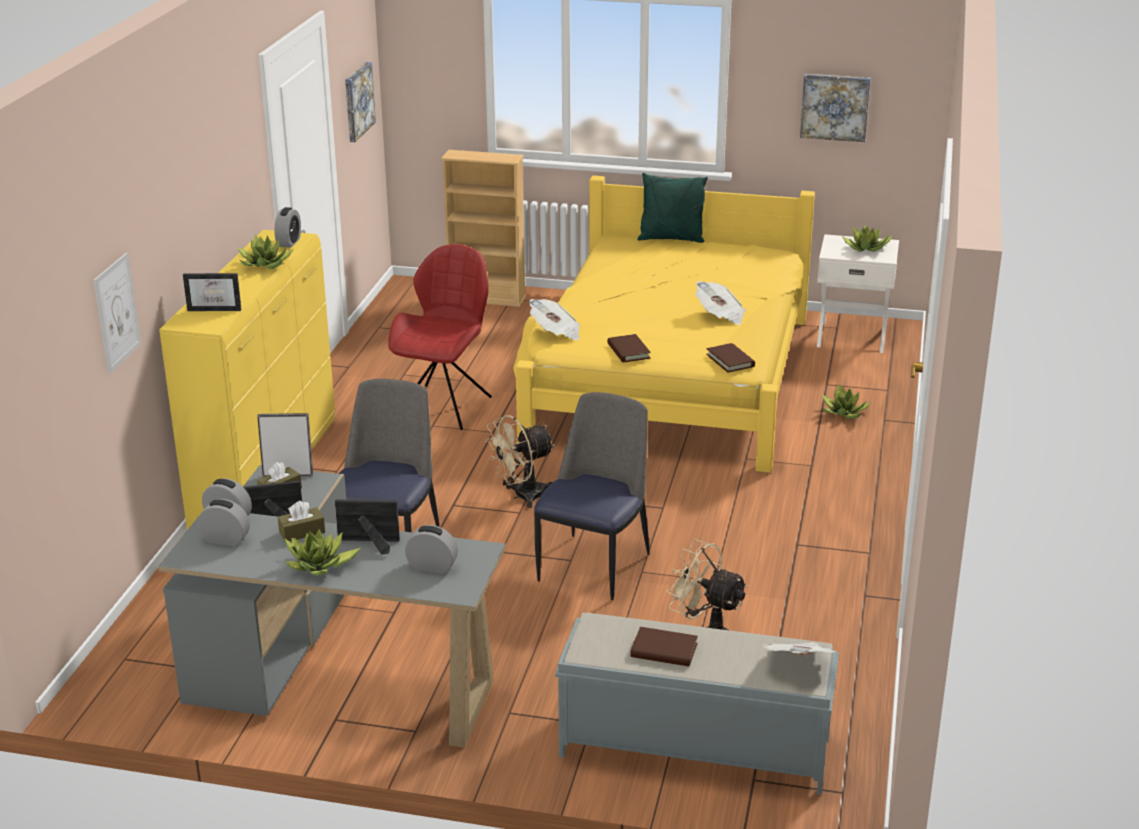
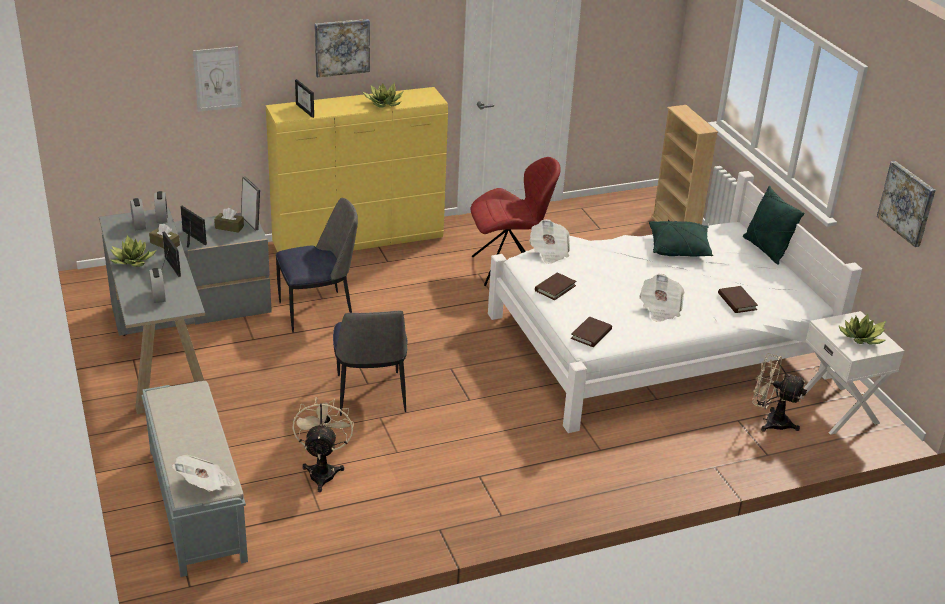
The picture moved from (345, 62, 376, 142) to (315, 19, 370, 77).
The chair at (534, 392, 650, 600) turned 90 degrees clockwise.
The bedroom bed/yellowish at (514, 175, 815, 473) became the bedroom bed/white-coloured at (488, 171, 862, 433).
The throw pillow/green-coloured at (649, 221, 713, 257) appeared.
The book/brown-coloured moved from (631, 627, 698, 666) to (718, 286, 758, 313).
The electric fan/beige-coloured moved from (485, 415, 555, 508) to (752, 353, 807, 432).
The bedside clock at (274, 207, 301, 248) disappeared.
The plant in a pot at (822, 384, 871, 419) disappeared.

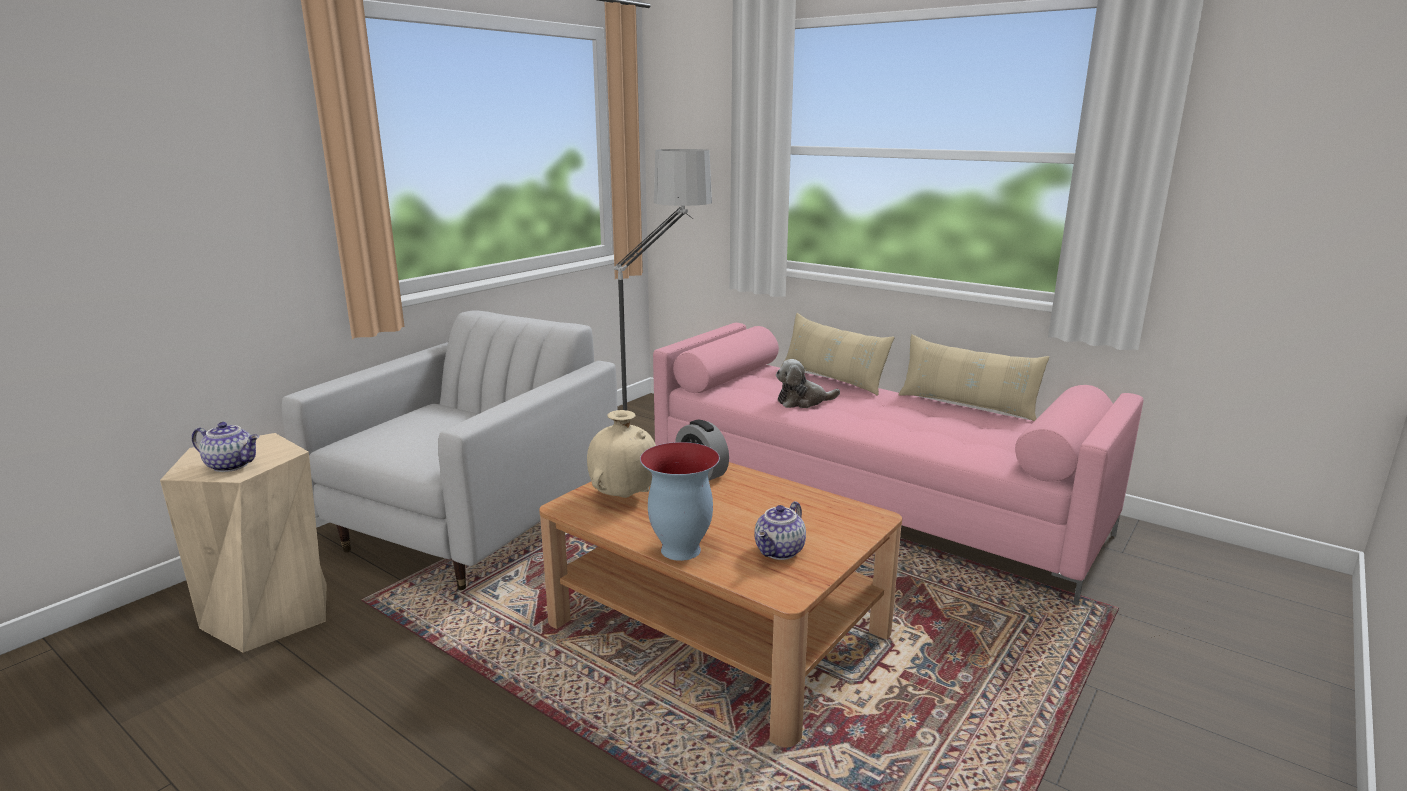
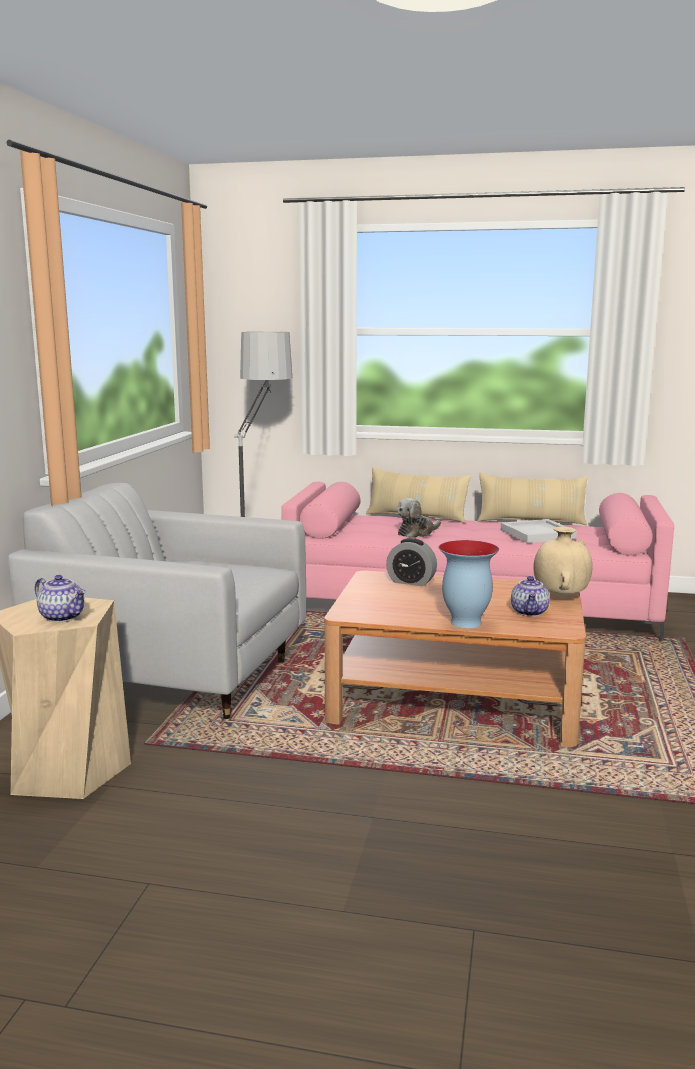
The easy chair/white-coloured at (282, 310, 618, 590) turned 75 degrees counterclockwise.
The teapot at (192, 422, 259, 472) turned 45 degrees clockwise.
The tray/white-coloured at (501, 519, 577, 543) appeared.
The vase/beige-coloured moved from (587, 410, 656, 498) to (534, 527, 593, 598).

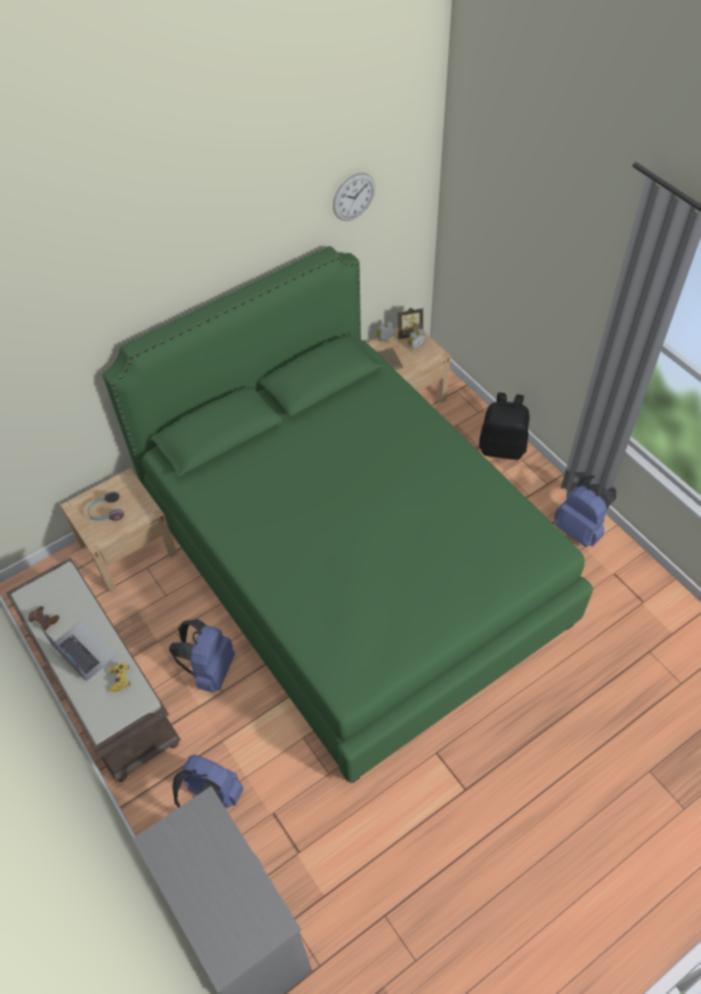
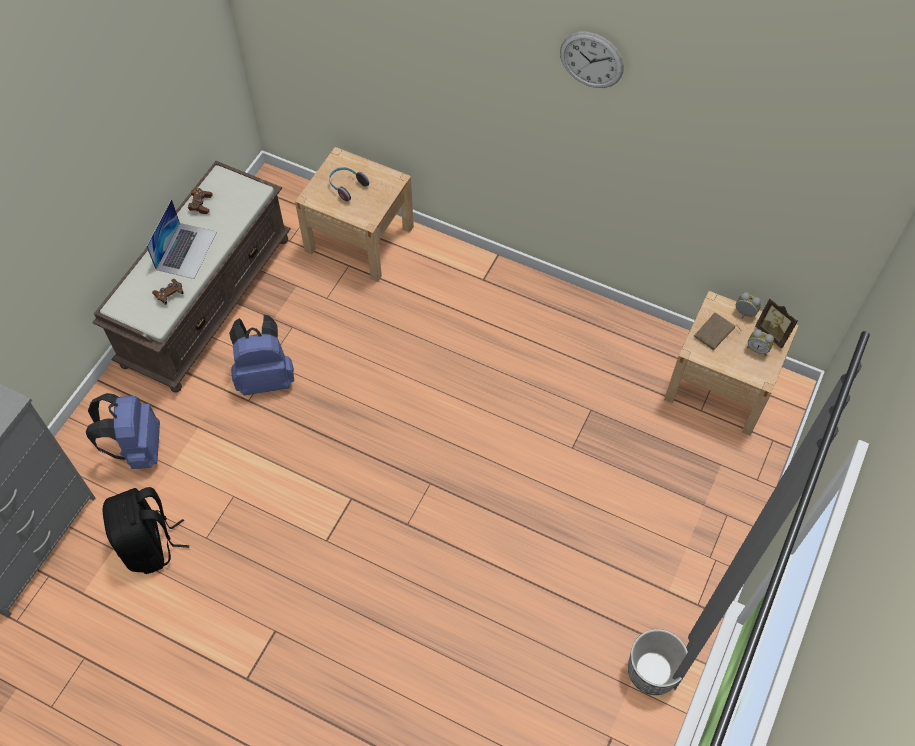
The rucksack/black-coloured moved from (479, 392, 529, 460) to (103, 487, 189, 574).
The gamepad/yellowish at (109, 663, 130, 692) became the gamepad/brown-coloured at (152, 279, 184, 305).
The clock on the wall moved from (333, 173, 375, 221) to (560, 32, 624, 88).
The rucksack/blue-coloured at (554, 476, 616, 547) was replaced by the planter at (628, 629, 688, 695).
The bedroom bed/green-coloured at (102, 246, 593, 783) disappeared.

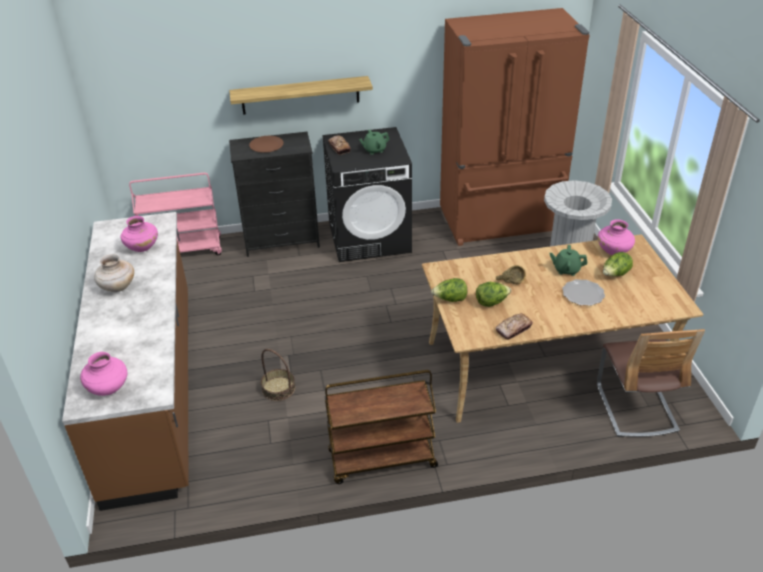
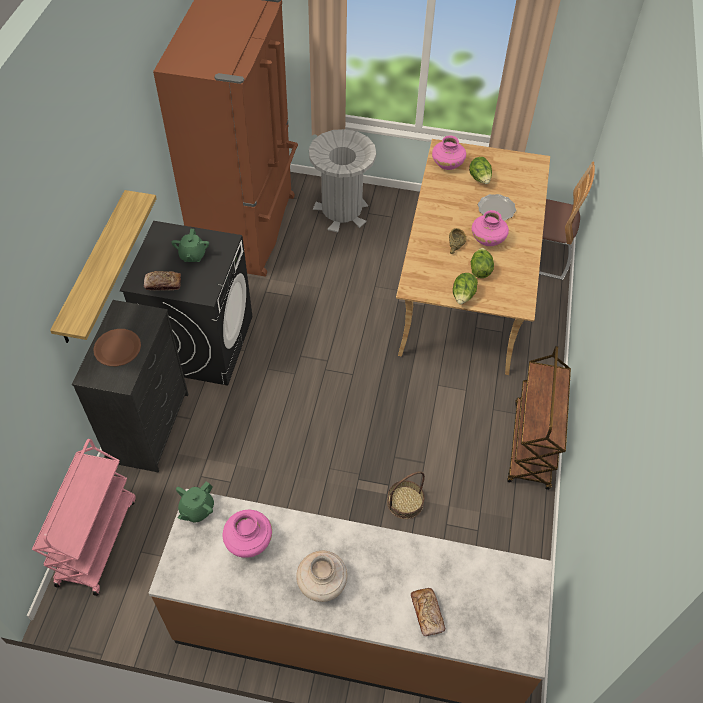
The teapot/green-coloured moved from (550, 245, 587, 276) to (176, 481, 214, 522).
The bread moved from (496, 313, 533, 340) to (411, 588, 445, 636).
The vase/pink-coloured moved from (80, 352, 127, 396) to (472, 210, 509, 246).

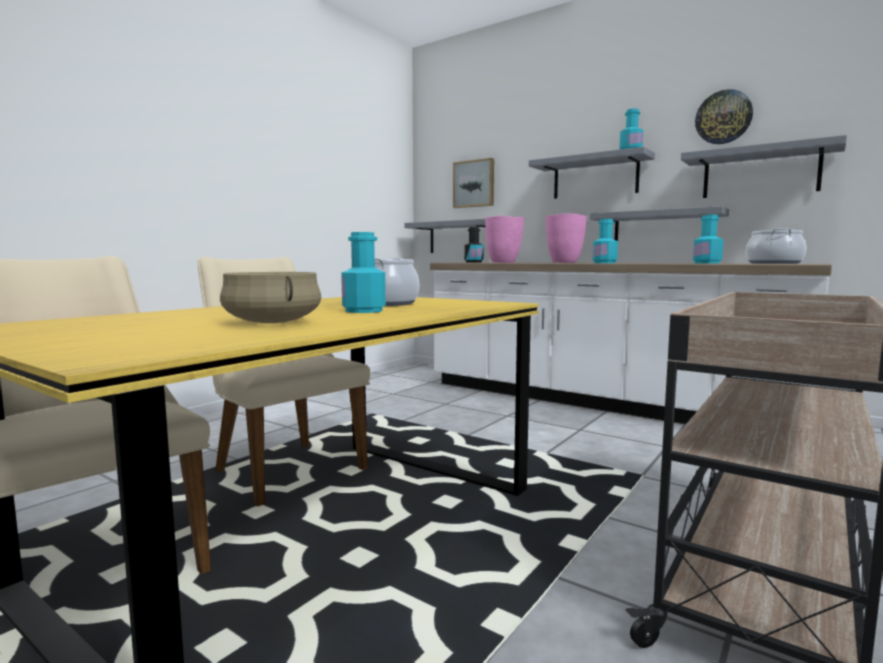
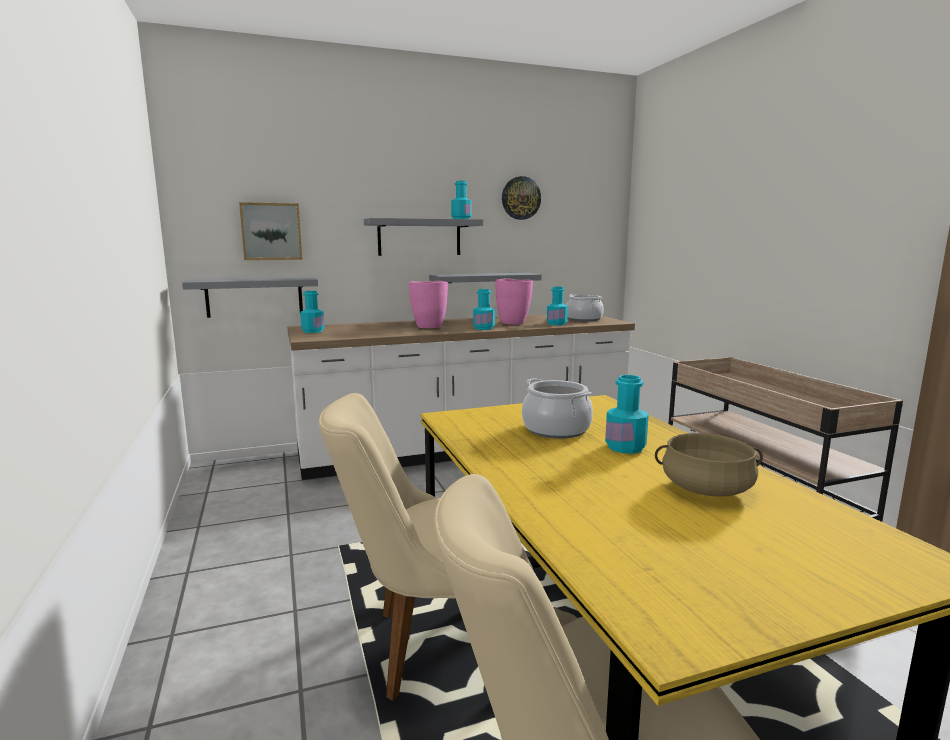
The drink bottle/black-coloured at (464, 227, 484, 262) became the drink bottle/turquoise at (300, 291, 324, 333).
The vase/pink-coloured moved from (485, 216, 524, 263) to (496, 279, 533, 325).
The wall shelf/grey at (681, 135, 847, 198) disappeared.

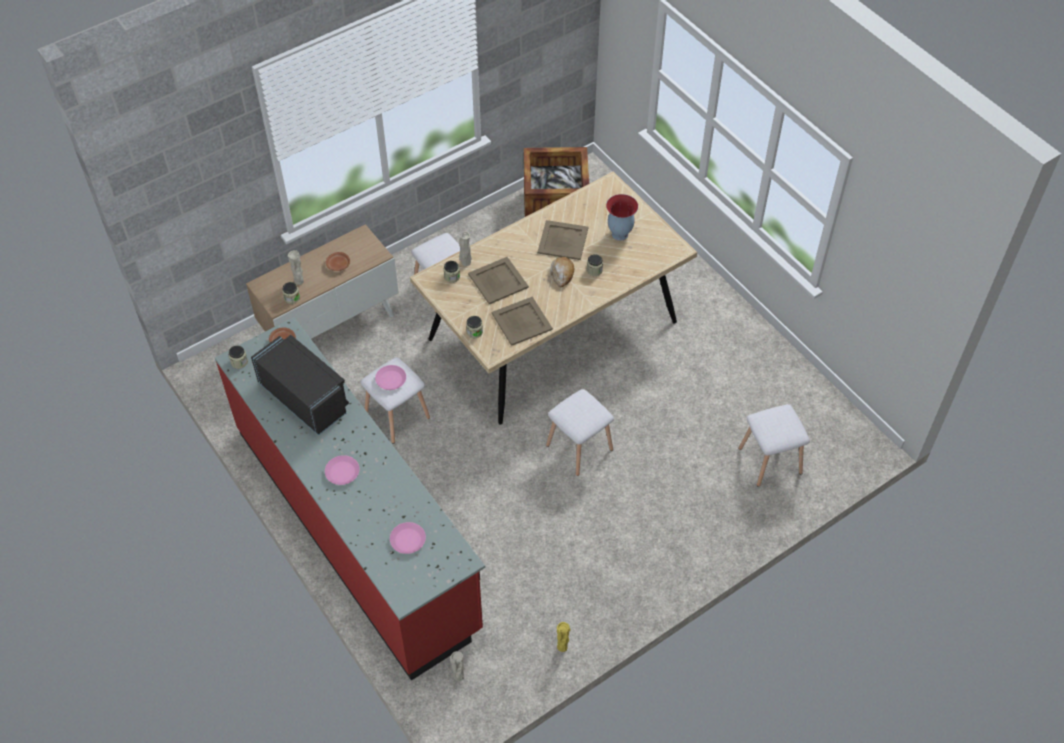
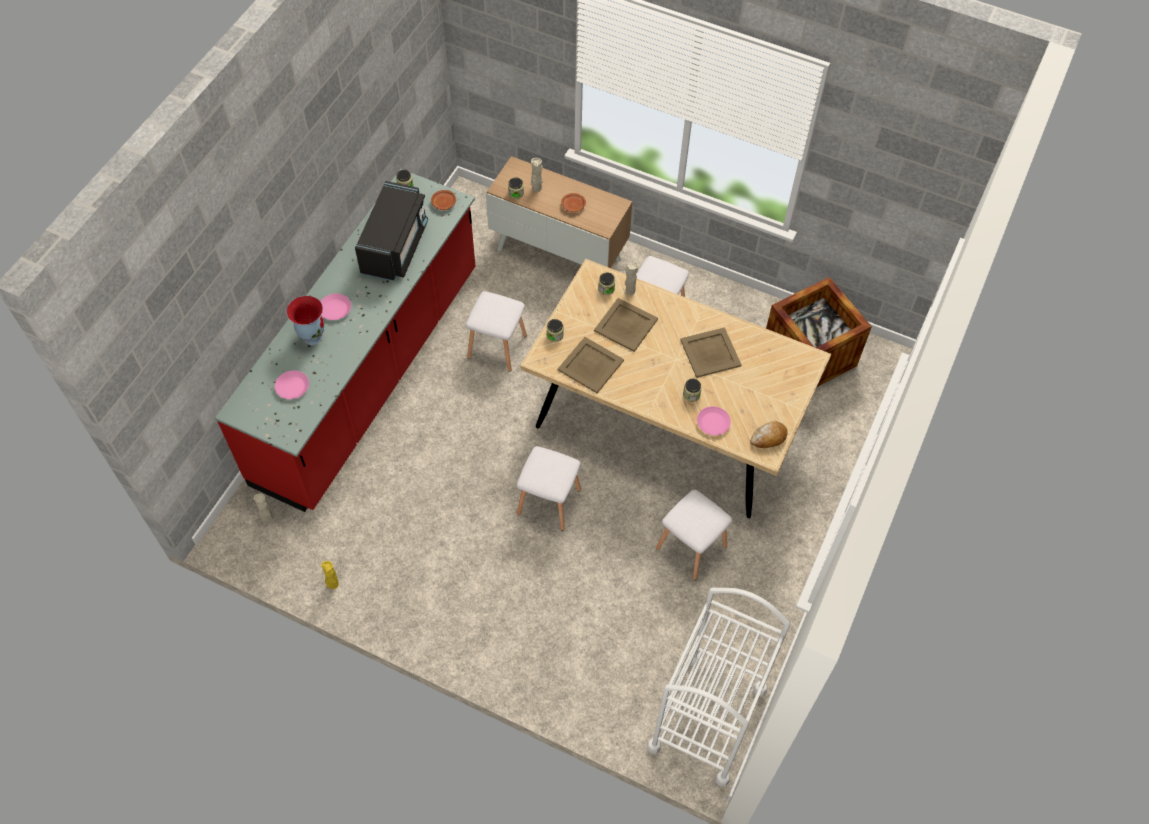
The vase moved from (606, 194, 638, 241) to (287, 296, 324, 345).
The trolley/white-coloured at (647, 587, 790, 787) appeared.
The sitting stool/white-coloured moved from (739, 404, 810, 487) to (656, 489, 732, 580).
The flat dish/pink-coloured moved from (375, 365, 406, 390) to (697, 406, 731, 435).
The bread moved from (550, 257, 575, 287) to (750, 421, 788, 448).

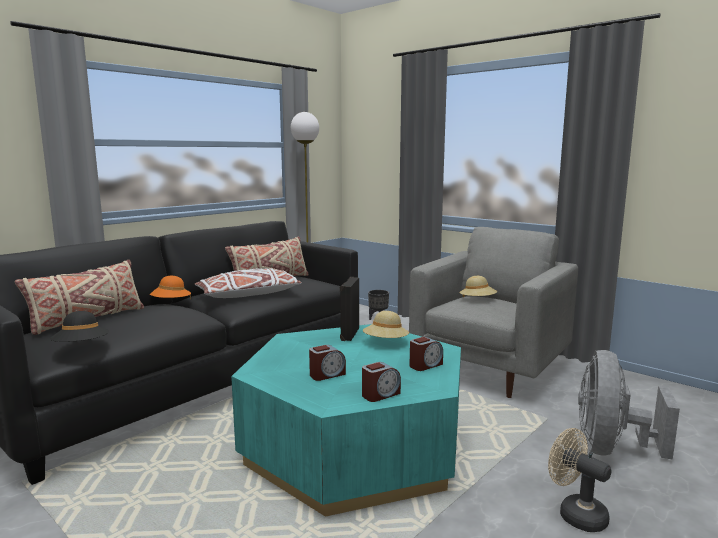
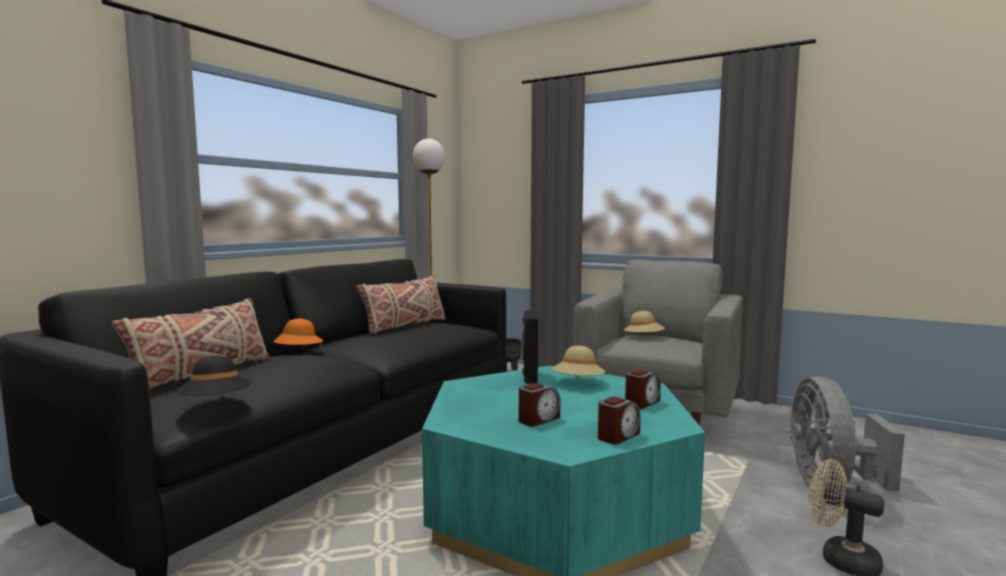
The throw pillow/white-coloured at (194, 268, 302, 298) disappeared.

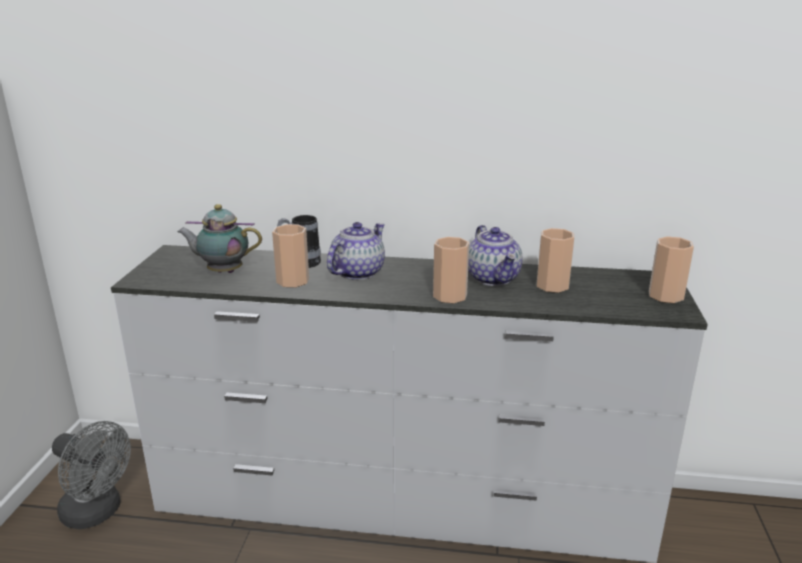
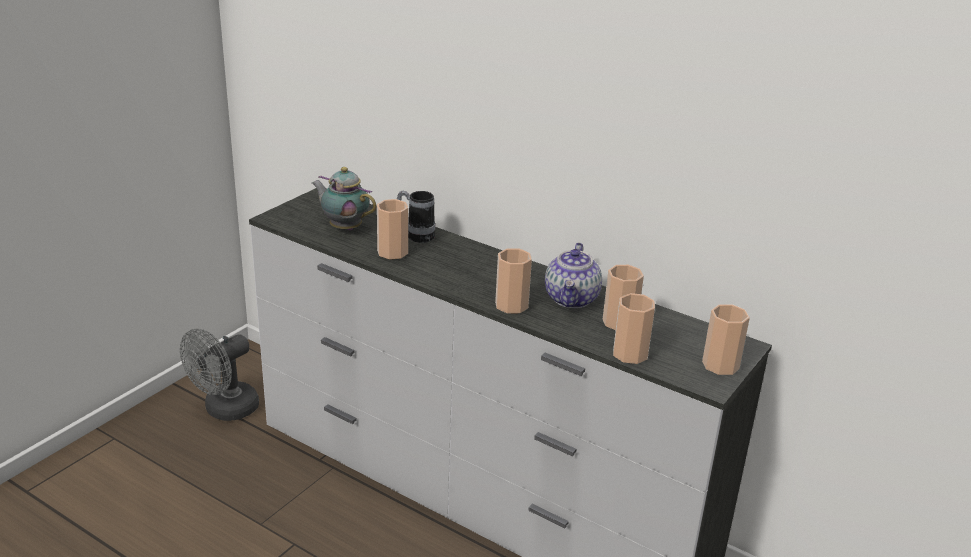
The electric fan/grey at (52, 421, 131, 529) turned 75 degrees clockwise.
The small cup at (613, 293, 655, 364) appeared.
The teapot at (327, 222, 385, 280) disappeared.

